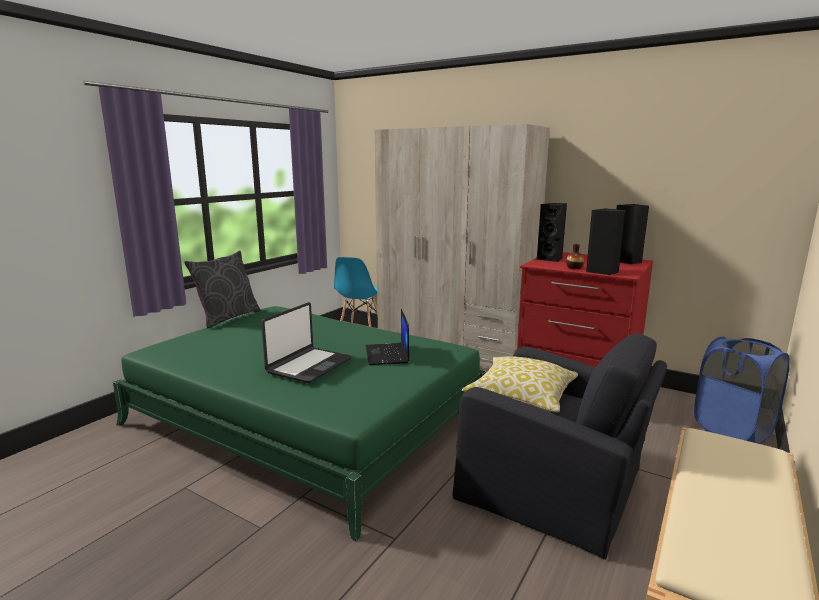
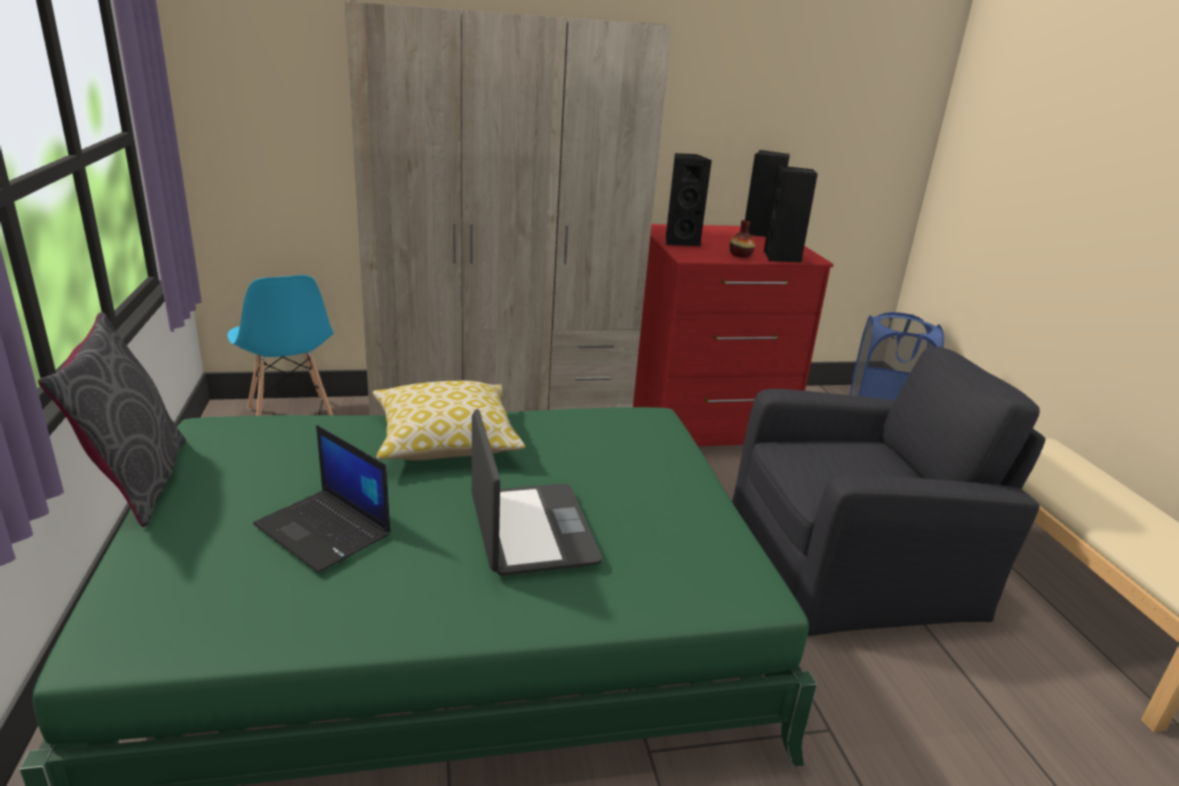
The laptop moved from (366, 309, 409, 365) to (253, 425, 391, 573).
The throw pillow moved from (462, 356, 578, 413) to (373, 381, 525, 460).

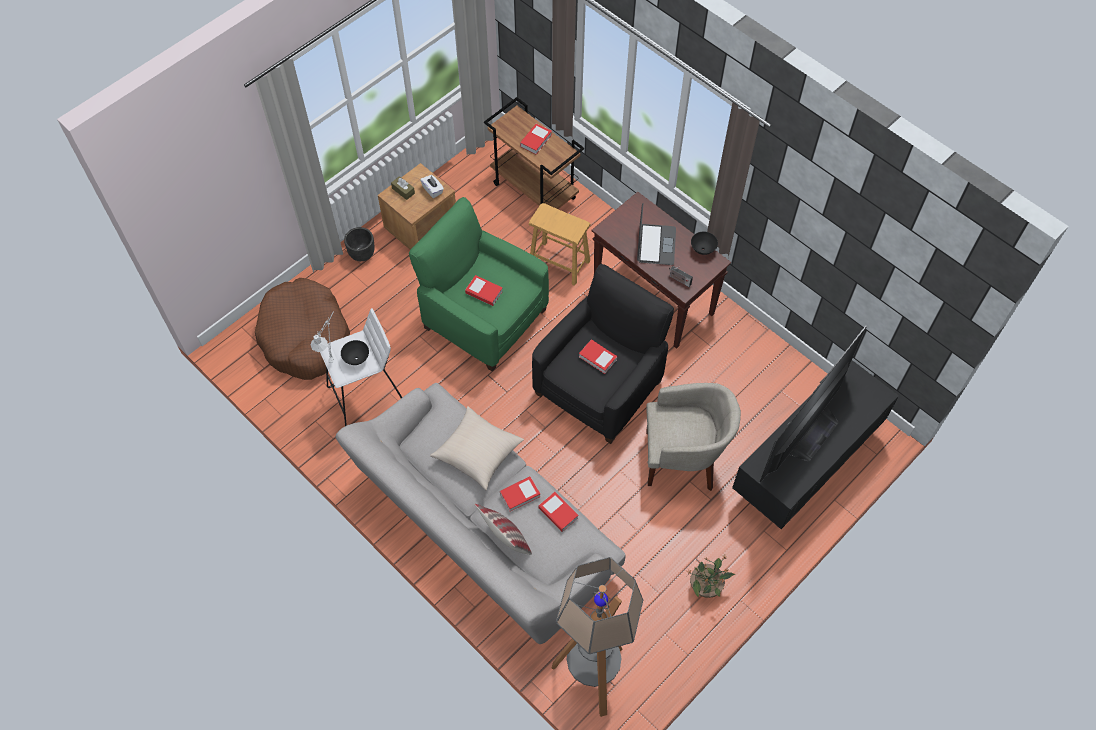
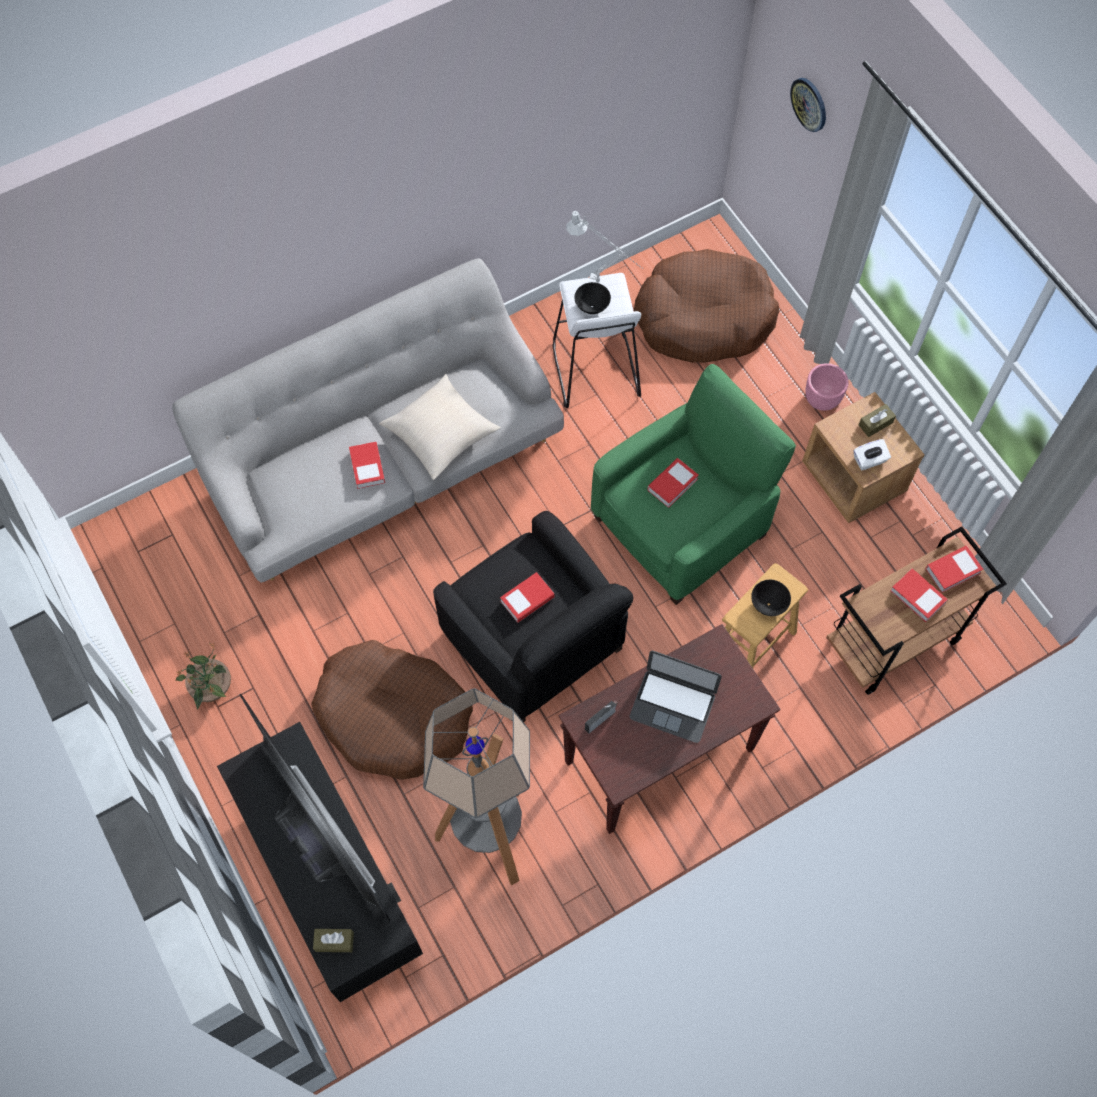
The easy chair/beige-coloured at (646, 383, 741, 491) was replaced by the dog cushion/brown-coloured at (311, 640, 473, 780).
The tissue box/brown-coloured at (313, 929, 354, 952) appeared.
The floor lamp moved from (551, 557, 643, 717) to (423, 688, 530, 885).
The bowl/black-coloured moved from (691, 231, 718, 255) to (751, 580, 791, 616).
The clock on the wall at (790, 78, 826, 132) appeared.
The planter/black-coloured at (344, 227, 375, 261) became the planter/pink-coloured at (805, 363, 849, 411).
The book moved from (538, 492, 578, 532) to (925, 545, 983, 593).
The throw pillow at (474, 504, 532, 555) disappeared.

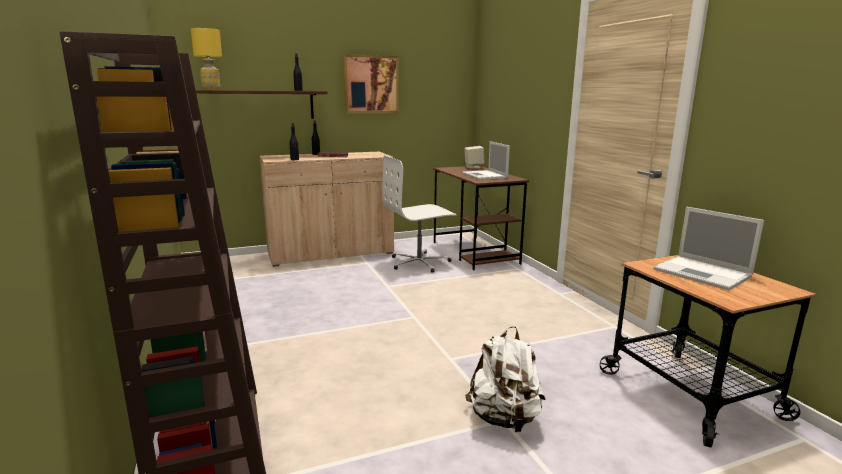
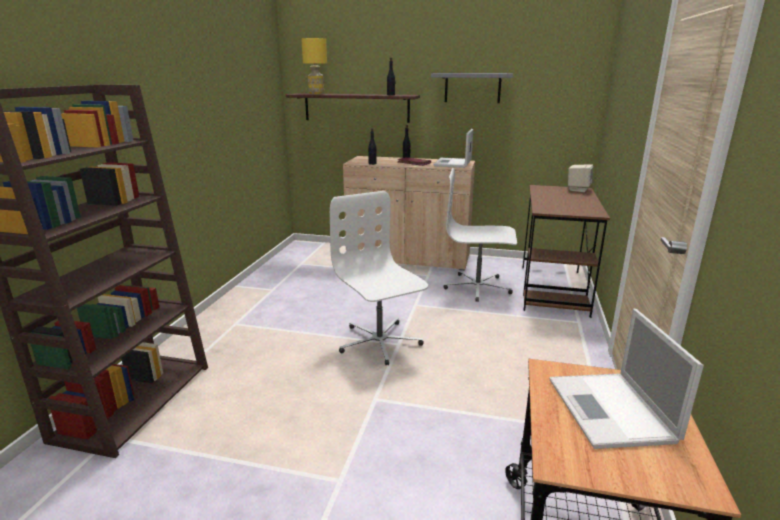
The desk chair/white-coloured at (330, 191, 428, 365) appeared.
The picture at (343, 54, 399, 113) was replaced by the wall shelf/grey at (431, 73, 513, 103).
The laptop moved from (462, 141, 510, 180) to (433, 129, 473, 168).
The rucksack/white-coloured at (465, 326, 546, 432) disappeared.

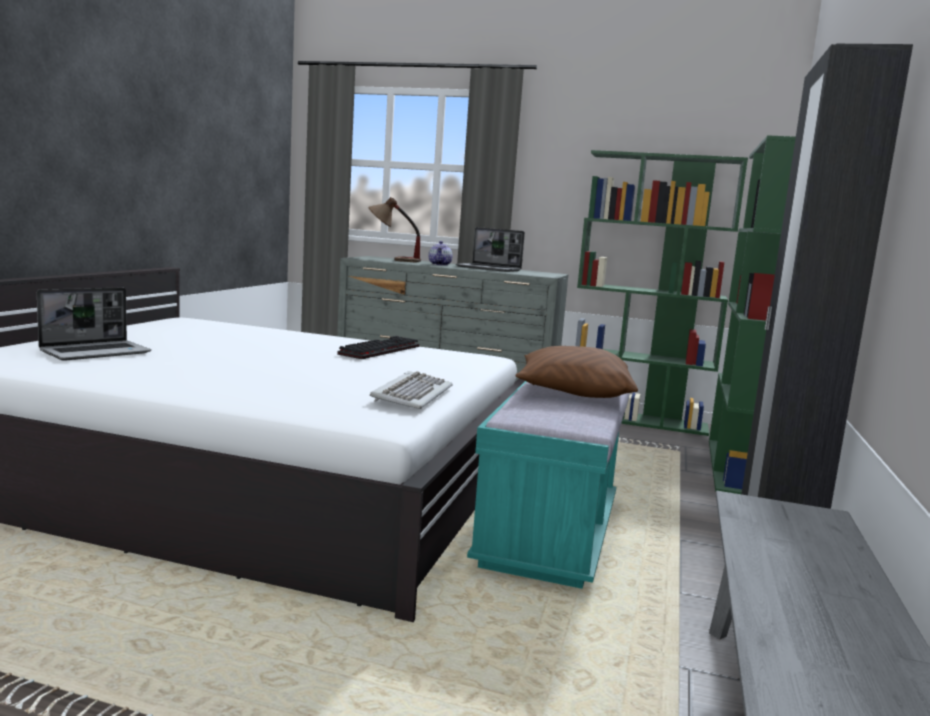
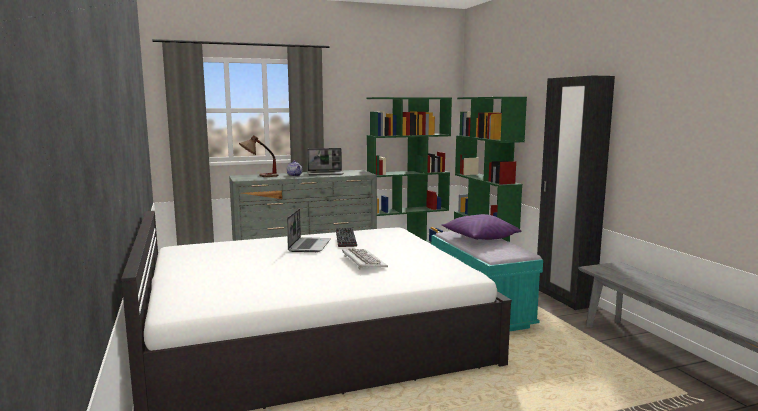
The laptop moved from (37, 287, 151, 361) to (287, 208, 331, 252).
The PC keyboard moved from (370, 371, 452, 409) to (342, 248, 388, 269).
The throw pillow/brown-coloured at (516, 346, 638, 398) became the throw pillow/purplish at (442, 214, 522, 240).

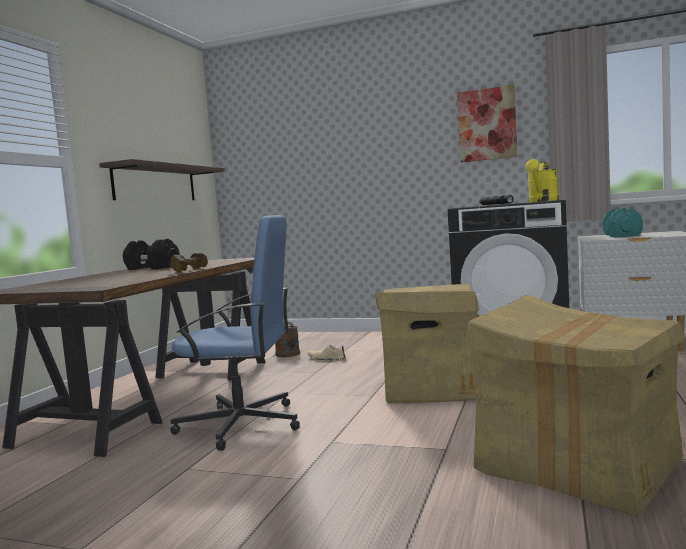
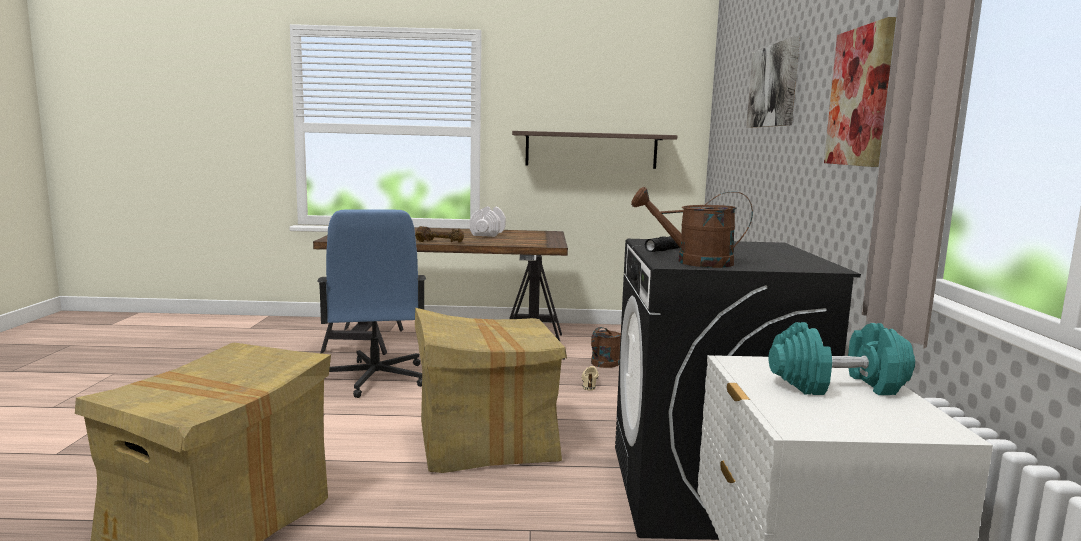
The free weight/black-coloured at (123, 239, 180, 270) became the free weight/white-coloured at (470, 206, 506, 237).
The watering can/yellowish at (525, 159, 559, 202) became the watering can/brown-coloured at (631, 187, 753, 268).
The picture at (746, 36, 800, 128) appeared.

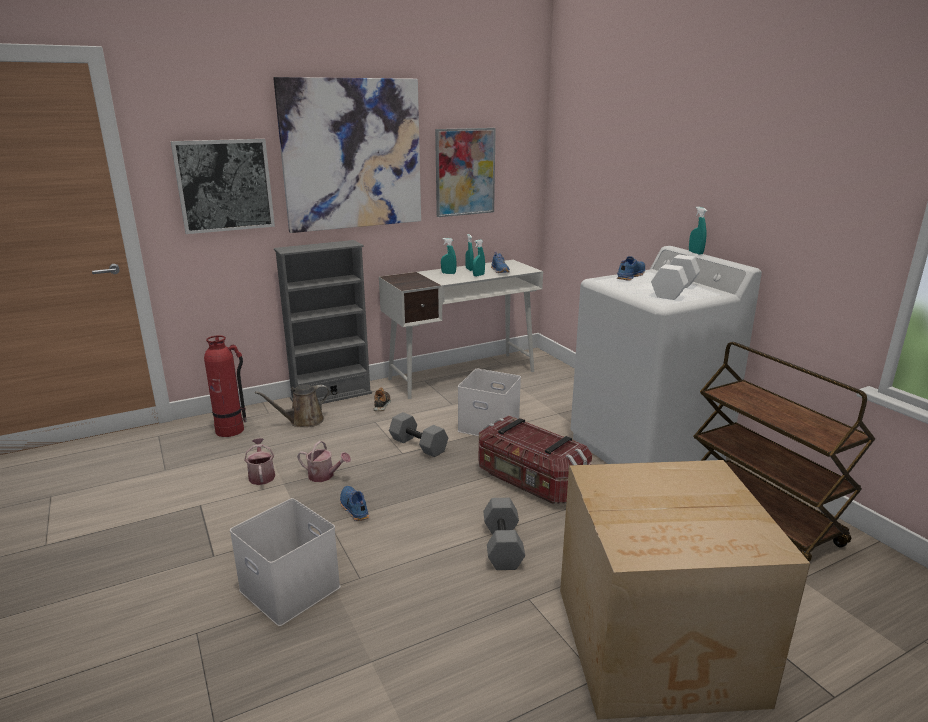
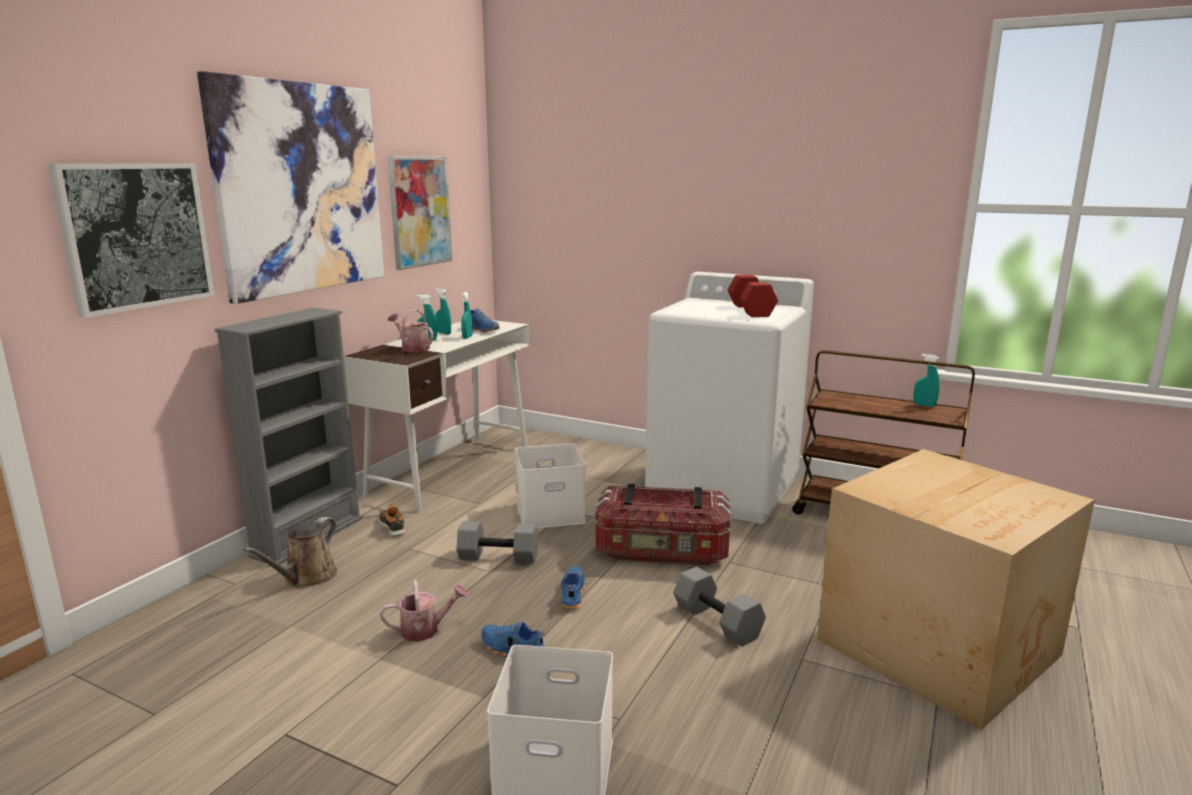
The watering can moved from (244, 438, 275, 485) to (388, 309, 434, 352).
The low shoe/blue-coloured moved from (617, 256, 645, 281) to (561, 566, 585, 609).
The free weight/white-coloured at (651, 255, 700, 300) became the free weight/red-coloured at (728, 275, 778, 317).
The spray bottle/turquoise moved from (689, 207, 707, 255) to (914, 354, 940, 407).
The fire extinguisher at (204, 335, 247, 437) disappeared.

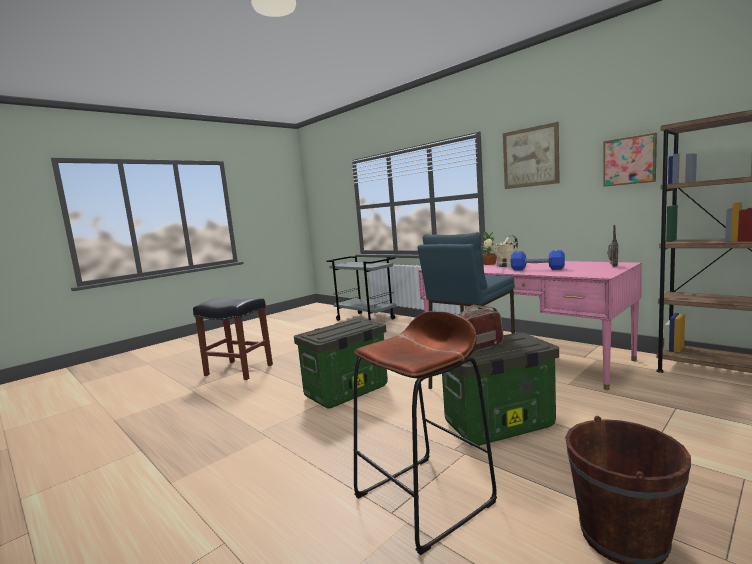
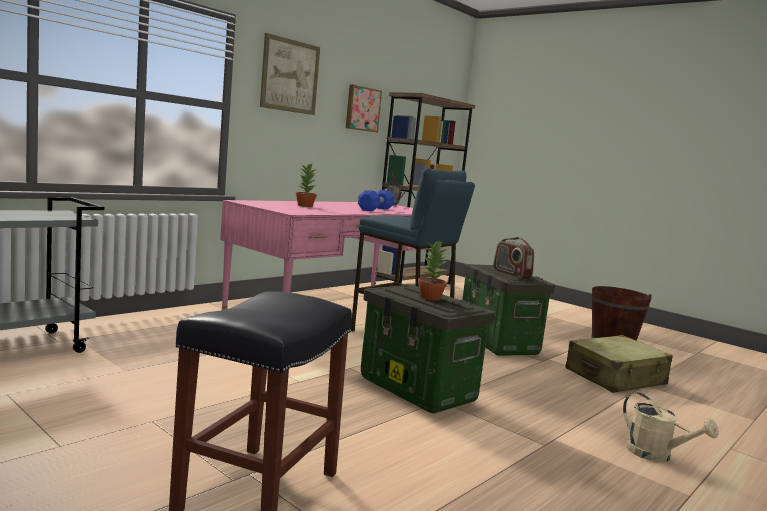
The plant in a pot at (418, 241, 449, 300) appeared.
The sitting stool/brown-coloured at (353, 311, 497, 555) was replaced by the travel case/beige-coloured at (565, 335, 673, 393).
The watering can/beige-coloured moved from (484, 235, 518, 267) to (623, 392, 719, 462).

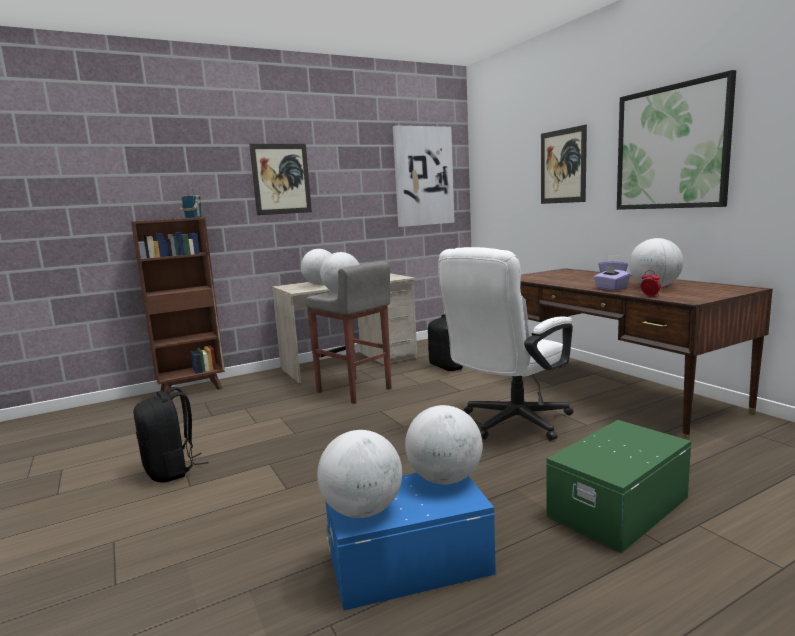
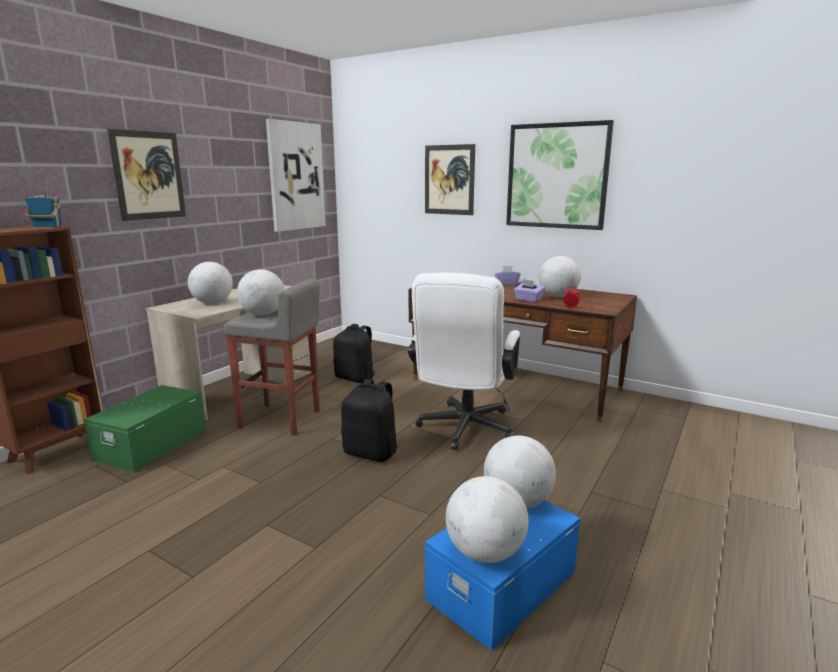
The storage box/green-coloured moved from (547, 420, 691, 553) to (84, 385, 206, 472).
The rucksack/black-coloured moved from (133, 387, 209, 483) to (341, 379, 397, 462).

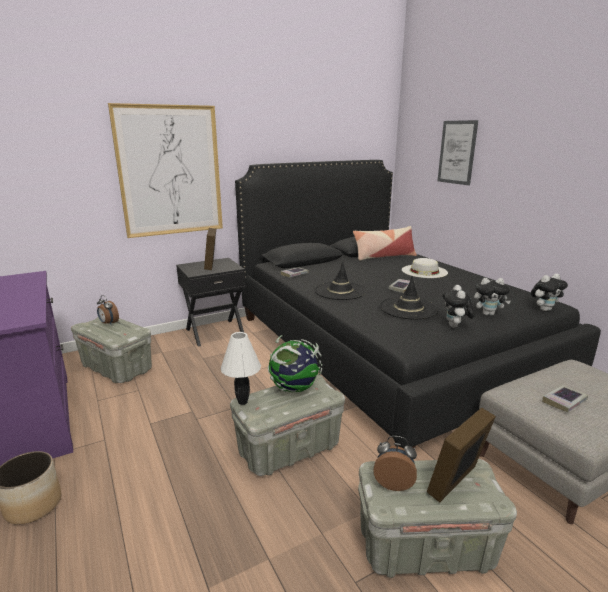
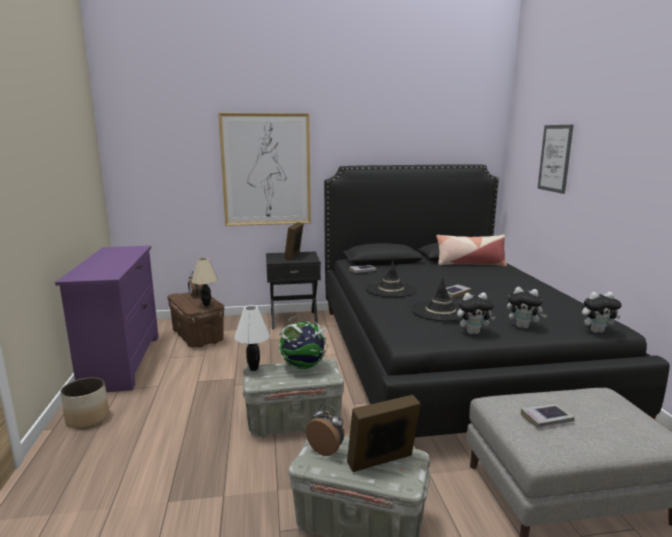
The storage box/grey at (71, 317, 152, 383) became the storage box/brown-coloured at (168, 292, 224, 348).
The table lamp/beige-coloured at (192, 258, 218, 306) appeared.
The soft toy at (442, 285, 475, 328) turned 120 degrees counterclockwise.
The hat/white-coloured at (402, 258, 448, 278) disappeared.

